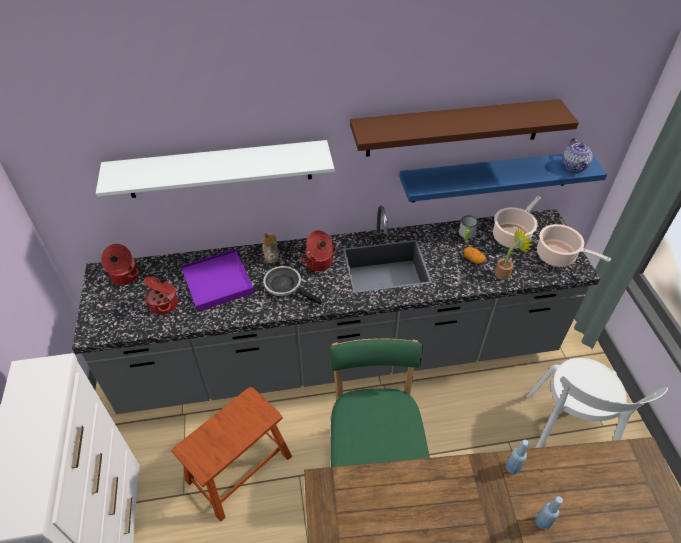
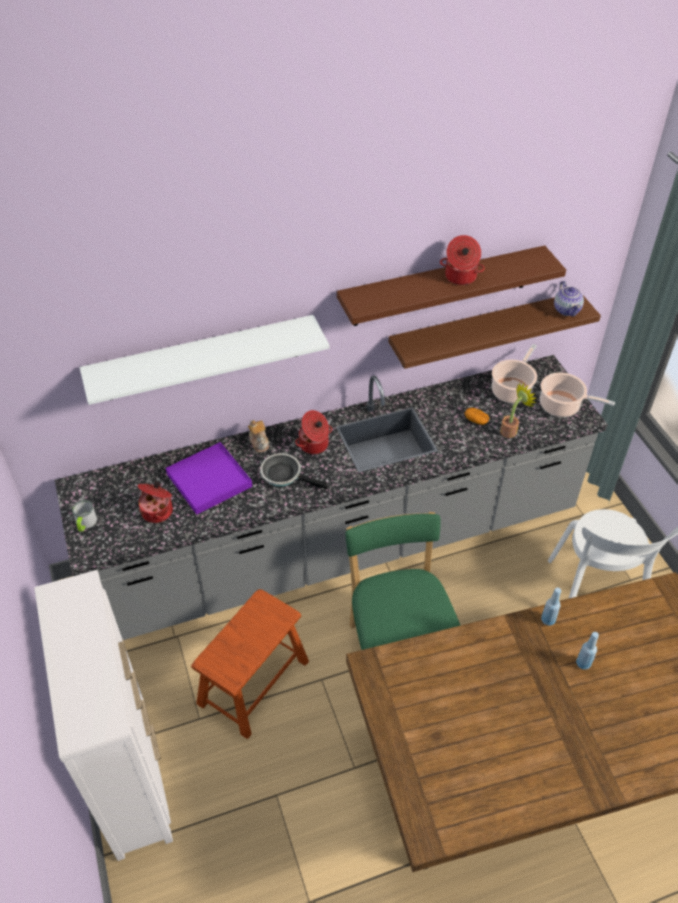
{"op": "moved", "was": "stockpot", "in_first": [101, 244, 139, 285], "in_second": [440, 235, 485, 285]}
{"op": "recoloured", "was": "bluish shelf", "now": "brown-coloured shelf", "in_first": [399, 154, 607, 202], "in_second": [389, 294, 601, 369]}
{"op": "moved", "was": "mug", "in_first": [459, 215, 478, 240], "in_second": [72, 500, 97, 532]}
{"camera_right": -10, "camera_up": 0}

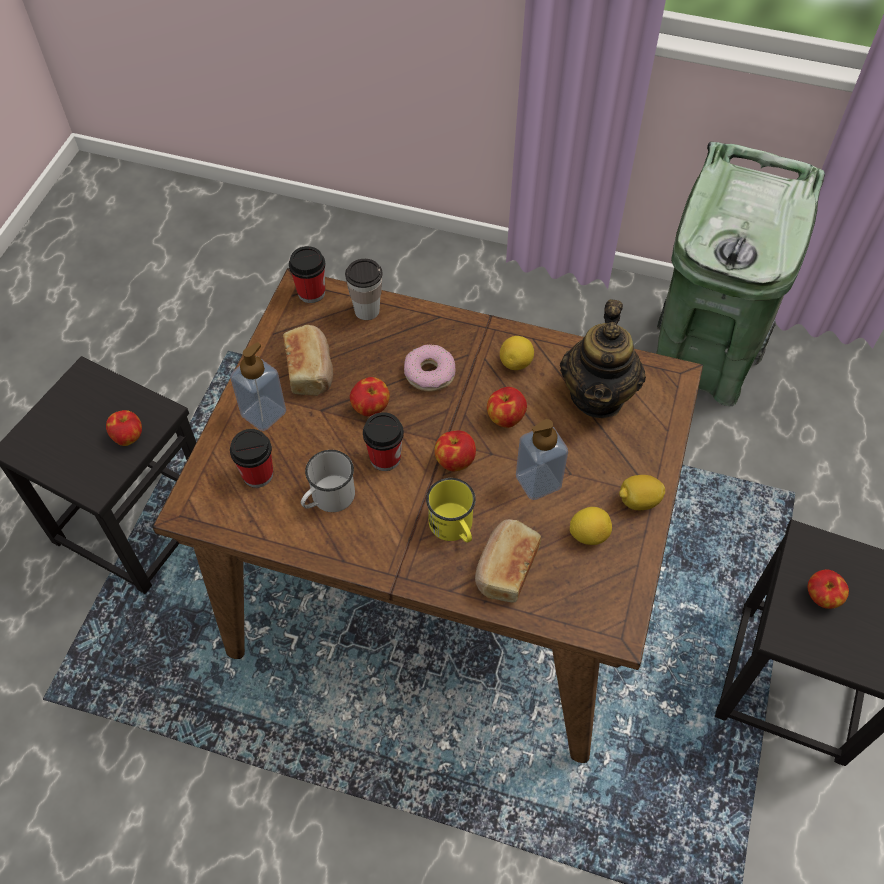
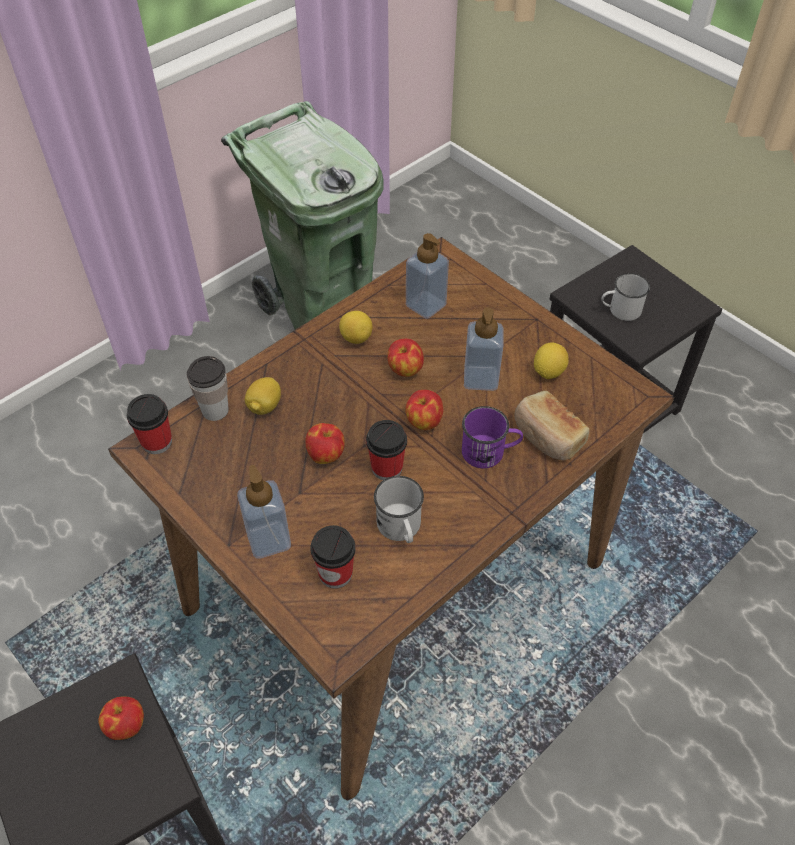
{"op": "removed", "was": "baked bread", "in_first": [283, 325, 333, 396]}
{"op": "removed", "was": "doughnut", "in_first": [404, 344, 455, 391]}
{"op": "recoloured", "was": "yellow mug", "now": "purple mug", "in_first": [426, 478, 476, 543], "in_second": [462, 406, 523, 468]}
{"op": "replaced", "was": "tea pot", "now": "liquid soap bottle", "in_first": [560, 299, 646, 418], "in_second": [406, 233, 449, 319]}
{"op": "moved", "was": "whole lemon", "in_first": [619, 475, 665, 510], "in_second": [245, 377, 281, 415]}
{"op": "replaced", "was": "whole apple", "now": "white-coloured mug", "in_first": [807, 569, 849, 609], "in_second": [601, 273, 650, 321]}
{"camera_right": -60, "camera_up": -5}

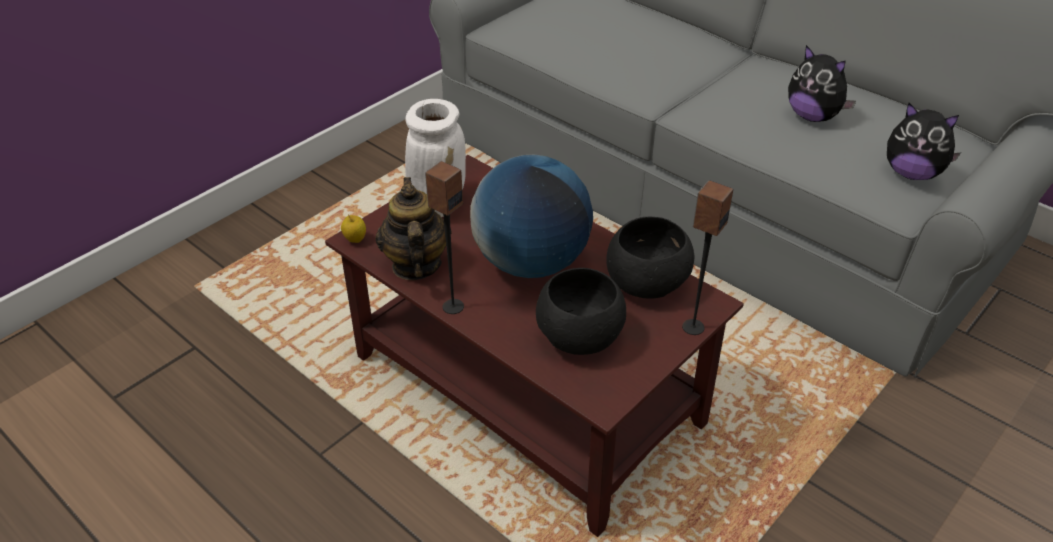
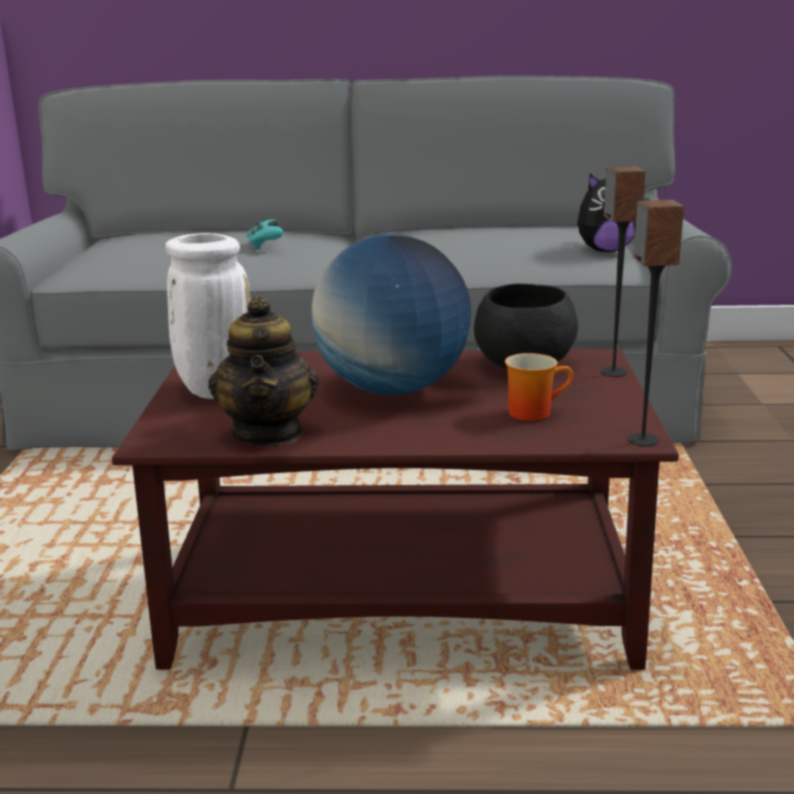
{"op": "removed", "was": "whole apple", "in_first": [341, 214, 366, 243]}
{"op": "turned", "was": "tea pot", "in_first": [375, 177, 452, 280], "in_second": [208, 295, 319, 446], "clockwise": -135}
{"op": "moved", "was": "speaker", "in_first": [425, 161, 464, 314], "in_second": [627, 200, 684, 447]}
{"op": "replaced", "was": "blackish deep dish", "now": "mug", "in_first": [536, 268, 626, 355], "in_second": [505, 353, 573, 421]}
{"op": "removed", "was": "plush toy", "in_first": [788, 45, 856, 122]}
{"op": "added", "now": "turquoise-coloured game controller", "in_second": [247, 219, 283, 249]}
{"camera_right": -40, "camera_up": -20}

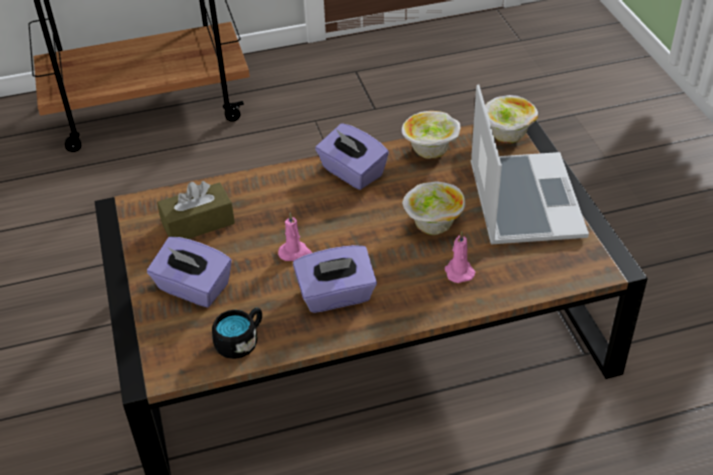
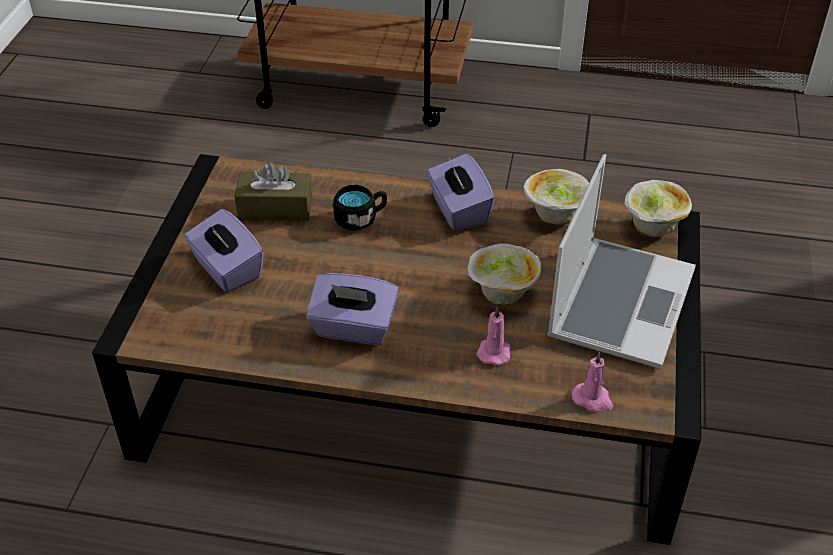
{"op": "moved", "was": "blackish mug", "in_first": [212, 308, 262, 359], "in_second": [333, 185, 387, 230]}
{"op": "moved", "was": "pink-coloured wax light", "in_first": [278, 212, 312, 261], "in_second": [572, 352, 613, 411]}
{"camera_right": 25, "camera_up": 0}

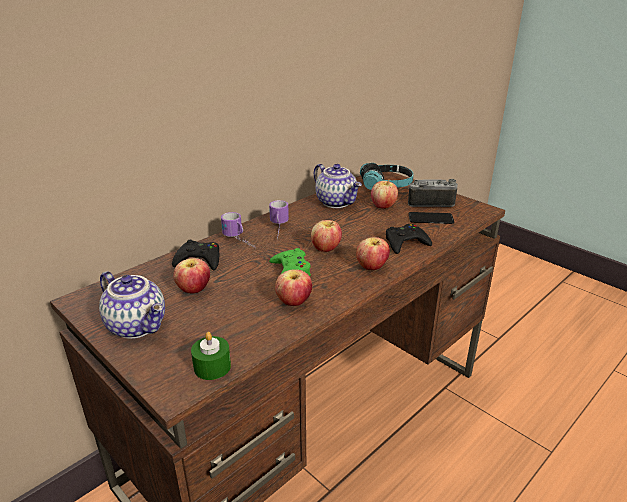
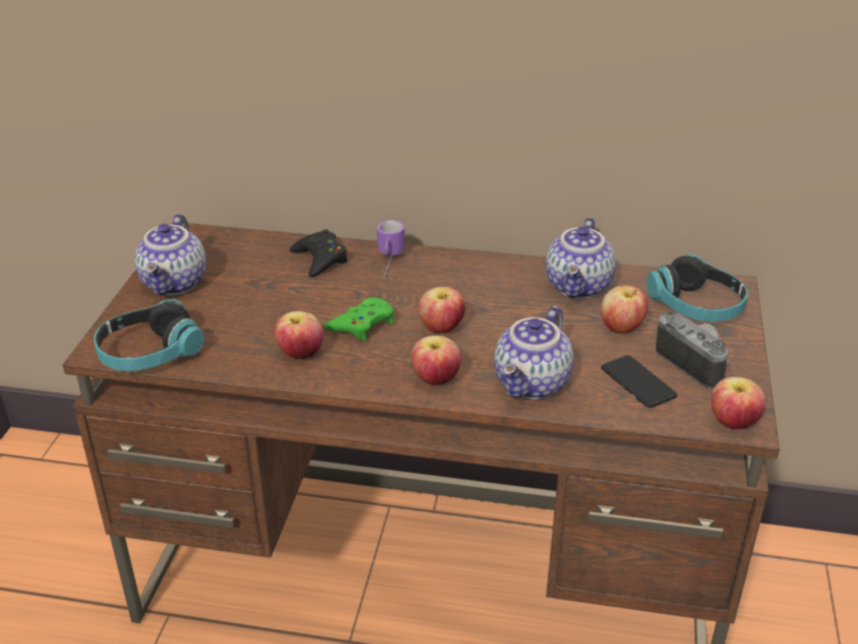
{"op": "moved", "was": "whole apple", "in_first": [173, 258, 210, 293], "in_second": [711, 377, 766, 429]}
{"op": "replaced", "was": "green-coloured wax light", "now": "headphones", "in_first": [191, 332, 231, 380], "in_second": [94, 299, 204, 371]}
{"op": "removed", "was": "mug", "in_first": [269, 200, 289, 240]}
{"op": "replaced", "was": "blackish game controller", "now": "tea pot", "in_first": [386, 224, 432, 254], "in_second": [494, 306, 574, 399]}
{"camera_right": 55, "camera_up": 5}

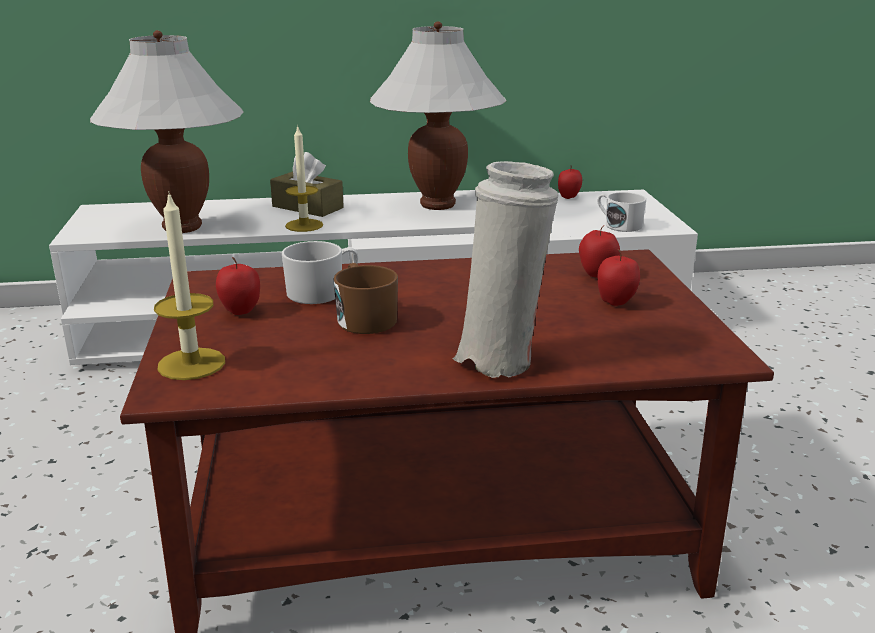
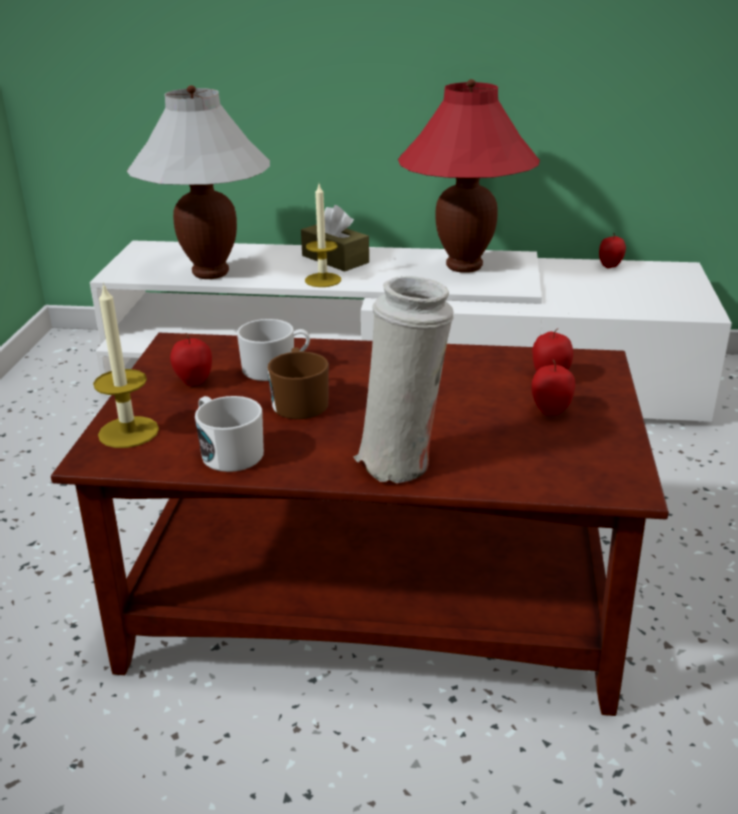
{"op": "recoloured", "was": "white-coloured tabletop lamp", "now": "red-coloured tabletop lamp", "in_first": [370, 21, 506, 210], "in_second": [398, 79, 540, 273]}
{"op": "moved", "was": "white-coloured mug", "in_first": [598, 192, 646, 232], "in_second": [195, 396, 264, 472]}
{"camera_right": 15, "camera_up": 5}

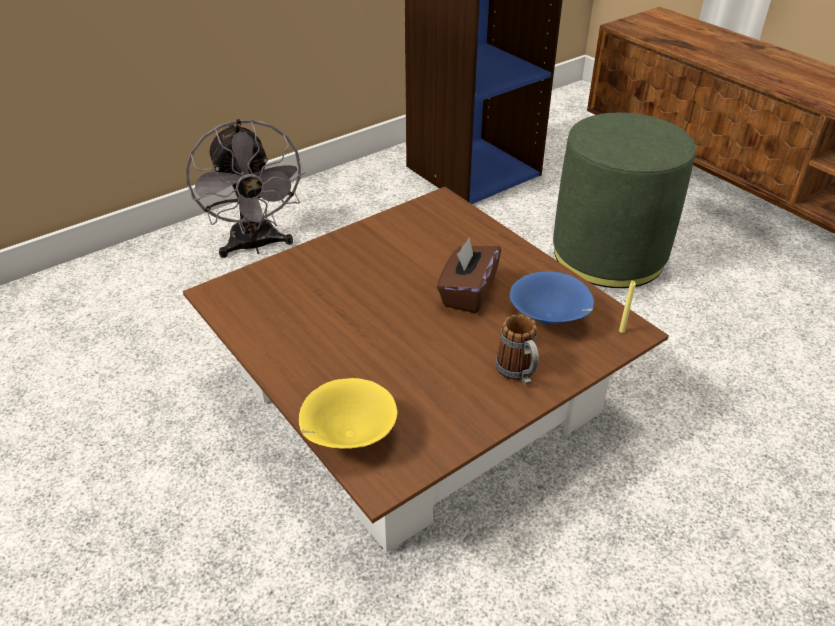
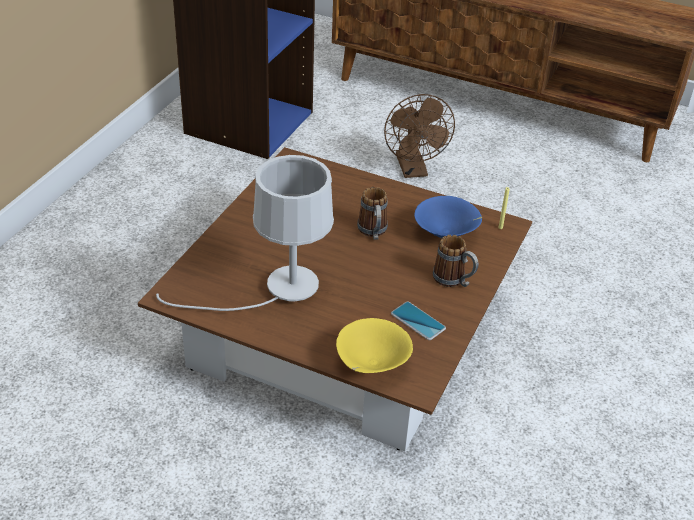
{"op": "removed", "was": "grey cooling fan", "in_first": [186, 119, 305, 258]}
{"op": "replaced", "was": "brown-coloured tissue holder", "now": "mug", "in_first": [437, 238, 501, 313], "in_second": [357, 187, 388, 240]}
{"op": "replaced", "was": "green-coloured pouffe", "now": "brown-coloured cooling fan", "in_first": [553, 113, 696, 288], "in_second": [384, 94, 455, 178]}
{"op": "added", "now": "white-coloured tabletop lamp", "in_second": [156, 155, 334, 311]}
{"op": "added", "now": "phone", "in_second": [391, 302, 446, 340]}
{"camera_right": -30, "camera_up": 0}

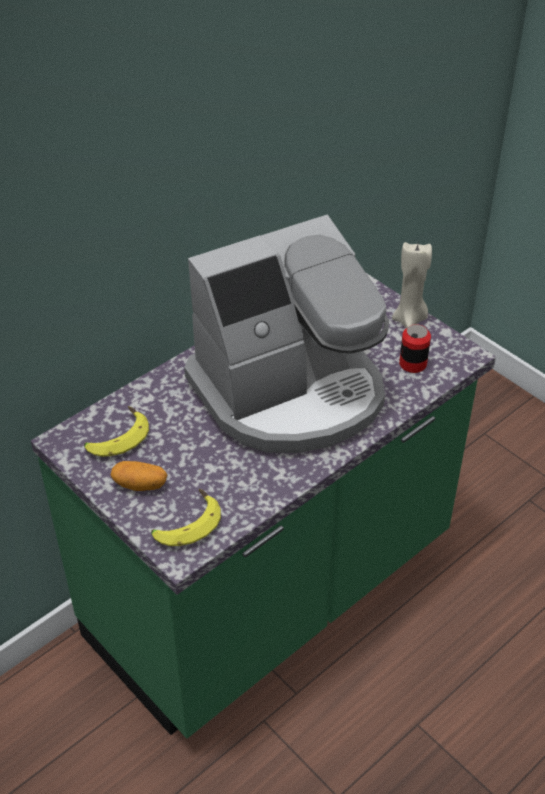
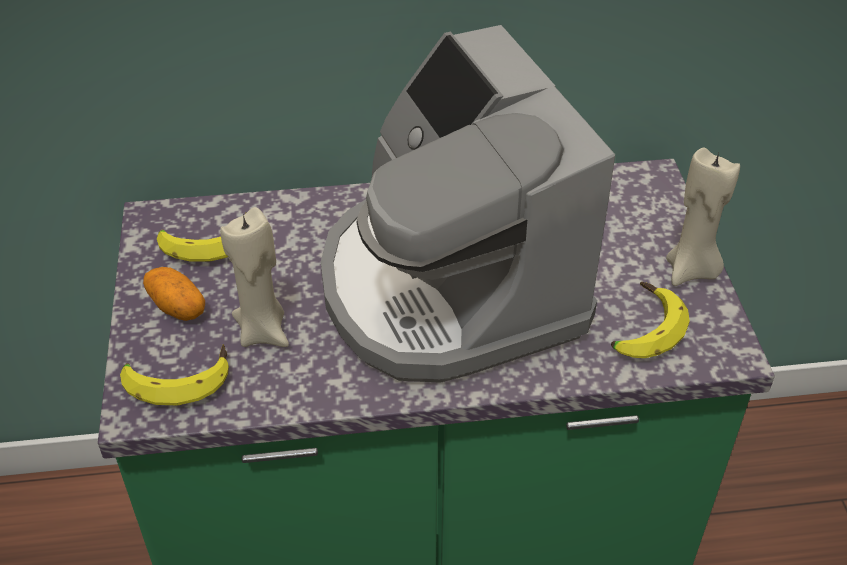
{"op": "turned", "was": "coffee brewer", "in_first": [184, 215, 389, 453], "in_second": [321, 25, 615, 383], "clockwise": 60}
{"op": "replaced", "was": "sealed can", "now": "banana fruit", "in_first": [399, 324, 431, 373], "in_second": [611, 282, 690, 358]}
{"op": "added", "now": "beige wax light", "in_second": [220, 207, 289, 347]}
{"camera_right": 35, "camera_up": 0}

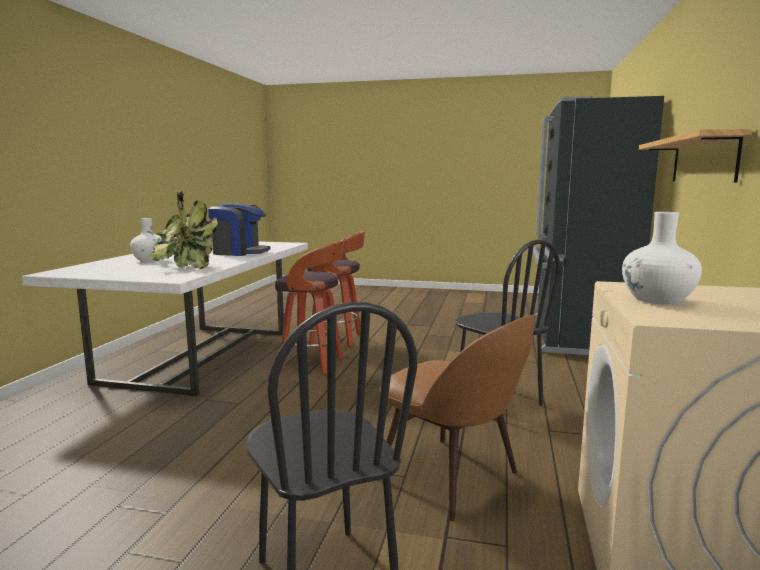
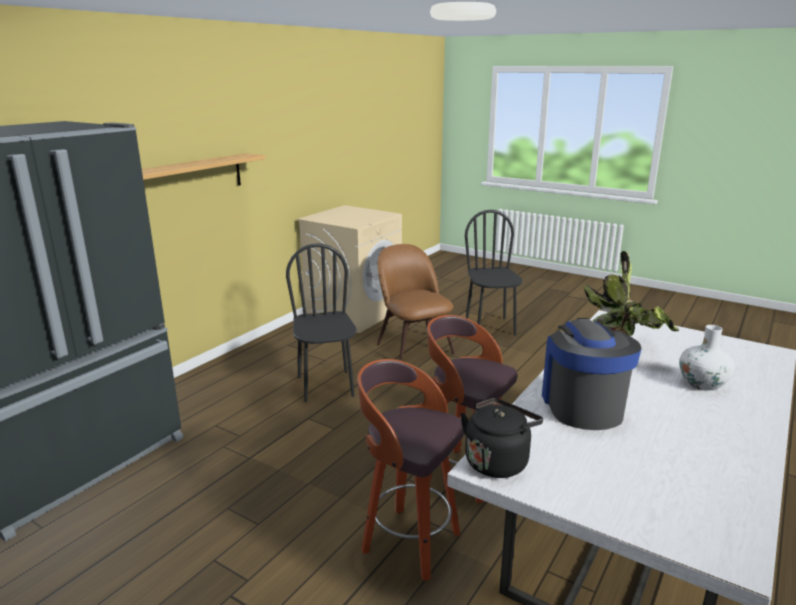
{"op": "turned", "was": "coffee brewer", "in_first": [208, 203, 271, 256], "in_second": [542, 318, 642, 430], "clockwise": 60}
{"op": "removed", "was": "white-coloured decorative vase", "in_first": [622, 212, 702, 305]}
{"op": "added", "now": "blackish kettle", "in_second": [460, 398, 543, 478]}
{"camera_right": -160, "camera_up": 10}

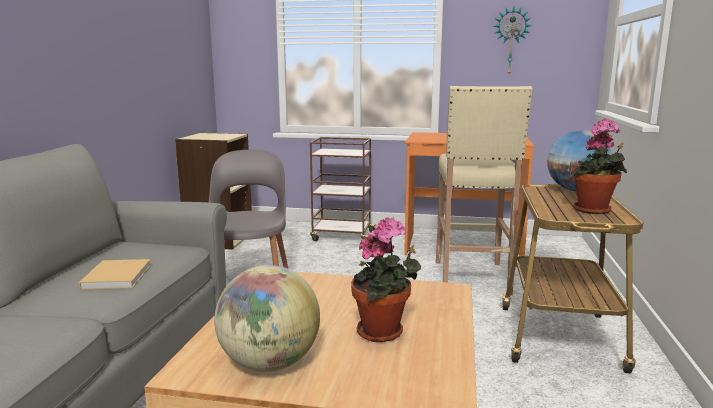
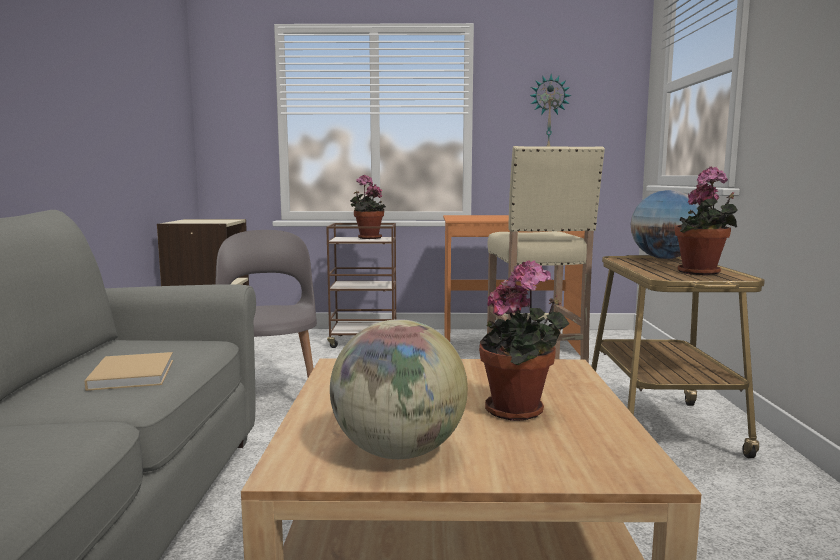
{"op": "added", "now": "potted plant", "in_second": [350, 175, 386, 239]}
{"camera_right": -10, "camera_up": -5}

